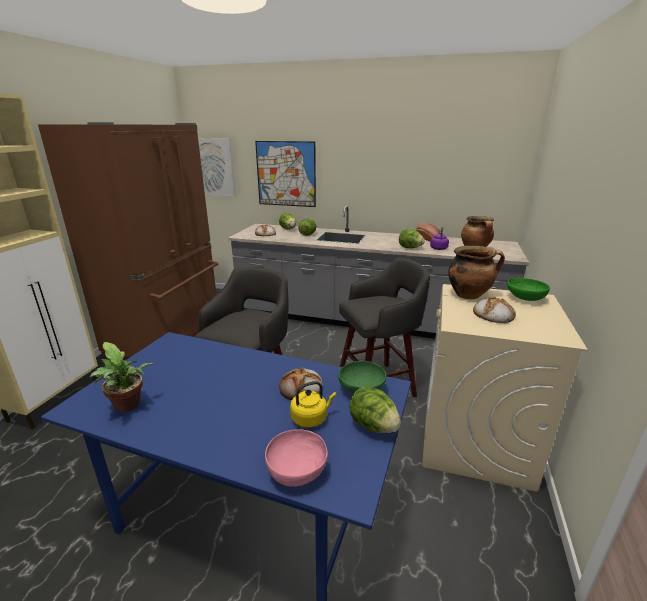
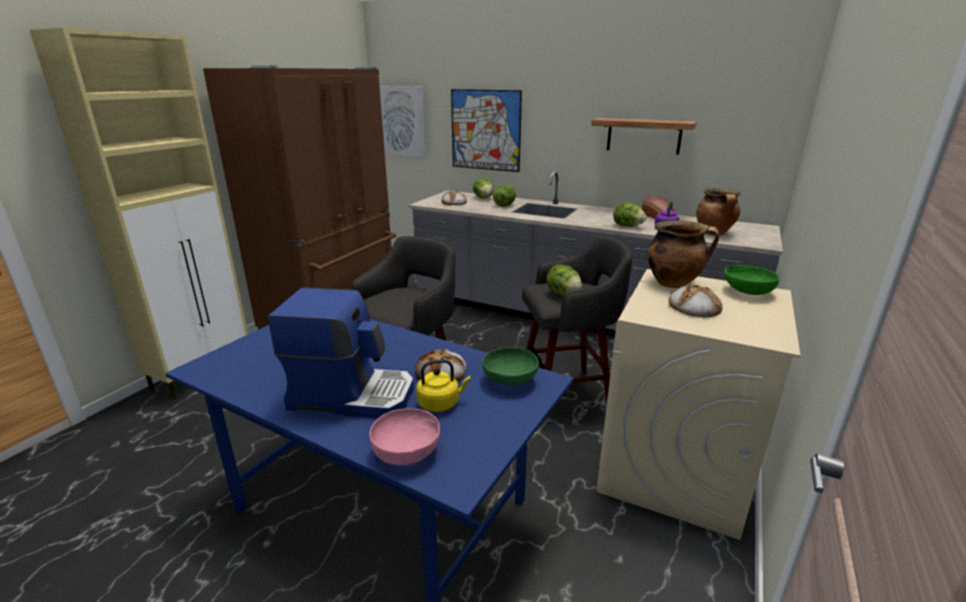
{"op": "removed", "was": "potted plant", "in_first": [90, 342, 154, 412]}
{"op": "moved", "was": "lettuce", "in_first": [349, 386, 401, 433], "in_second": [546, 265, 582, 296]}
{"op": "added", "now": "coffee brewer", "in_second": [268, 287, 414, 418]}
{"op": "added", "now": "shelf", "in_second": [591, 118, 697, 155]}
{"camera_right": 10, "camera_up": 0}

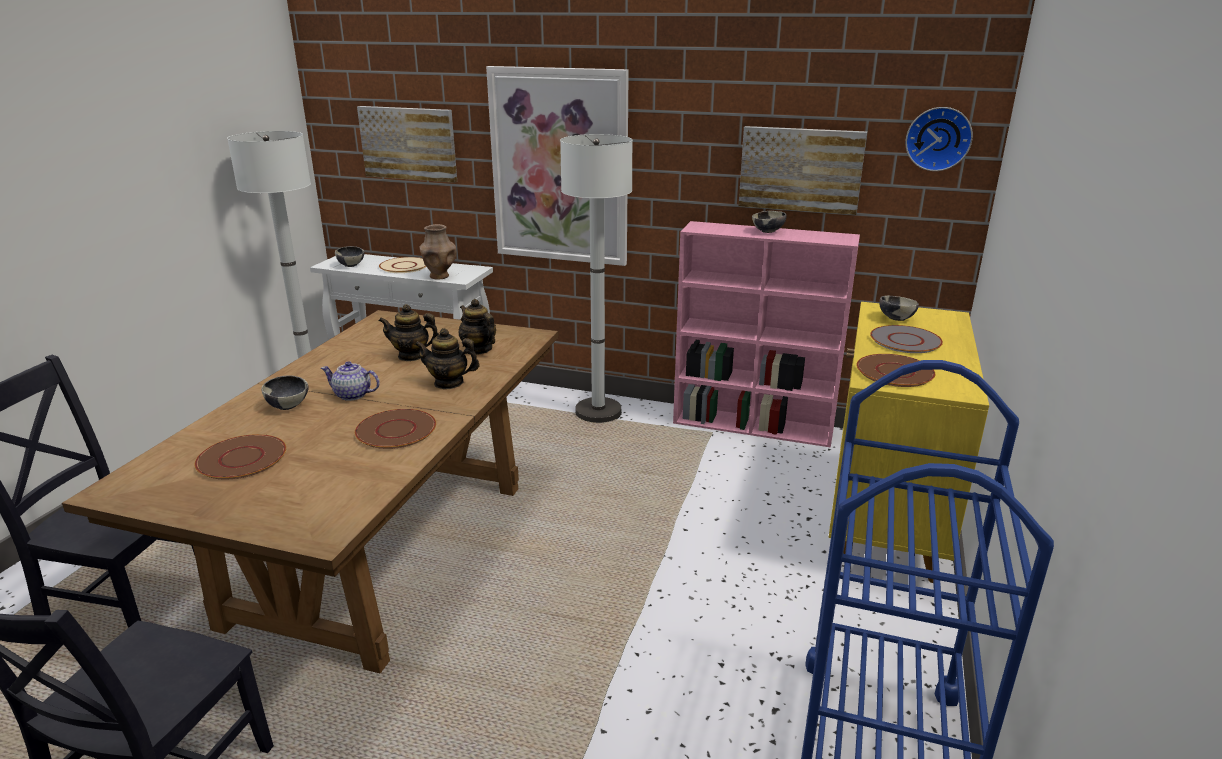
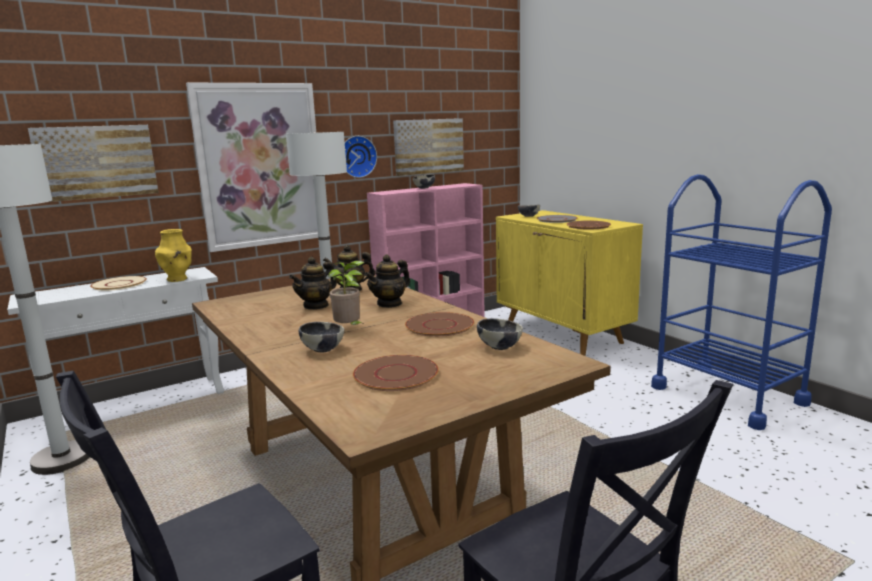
{"op": "replaced", "was": "tea pot", "now": "potted plant", "in_first": [321, 361, 380, 401], "in_second": [328, 261, 364, 325]}
{"op": "moved", "was": "deep dish", "in_first": [335, 246, 365, 267], "in_second": [477, 318, 523, 350]}
{"op": "recoloured", "was": "brown-coloured decorative vase", "now": "yellow decorative vase", "in_first": [420, 224, 456, 279], "in_second": [155, 229, 192, 282]}
{"op": "moved", "was": "clock on the wall", "in_first": [905, 107, 973, 171], "in_second": [345, 136, 377, 178]}
{"camera_right": -50, "camera_up": -10}

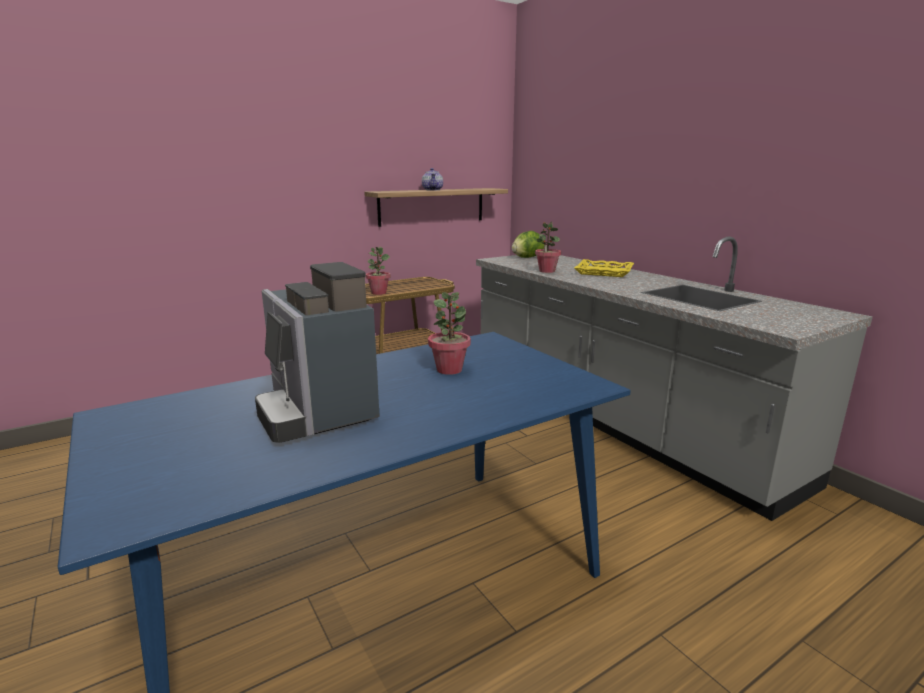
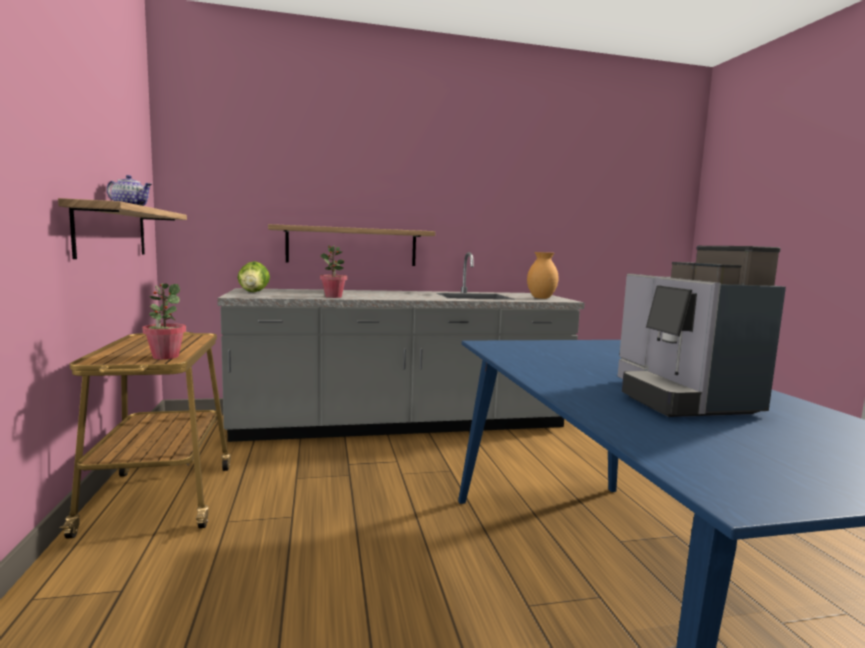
{"op": "turned", "was": "coffee brewer", "in_first": [255, 262, 380, 443], "in_second": [617, 246, 786, 417], "clockwise": 90}
{"op": "removed", "was": "potted plant", "in_first": [428, 292, 471, 375]}
{"op": "removed", "was": "yellow tray", "in_first": [574, 259, 634, 277]}
{"op": "added", "now": "shelf", "in_second": [268, 224, 435, 266]}
{"op": "added", "now": "brown-coloured decorative vase", "in_second": [527, 252, 559, 299]}
{"camera_right": -70, "camera_up": -10}

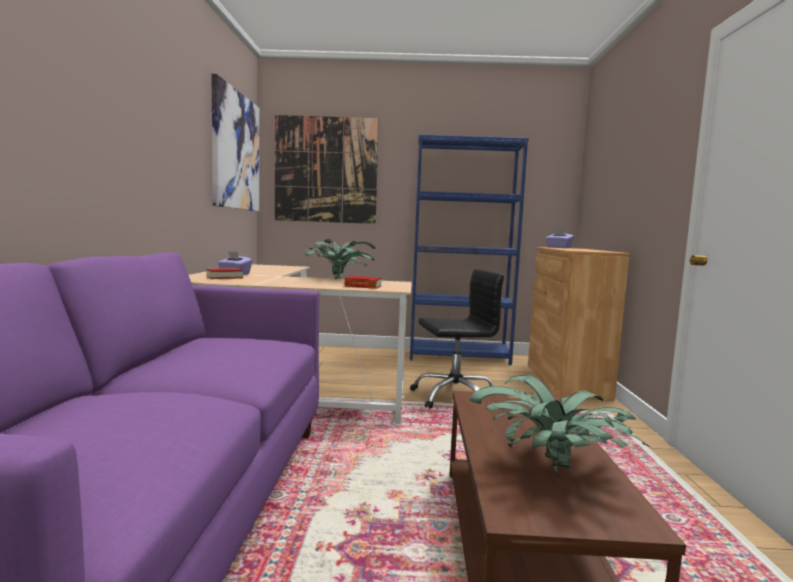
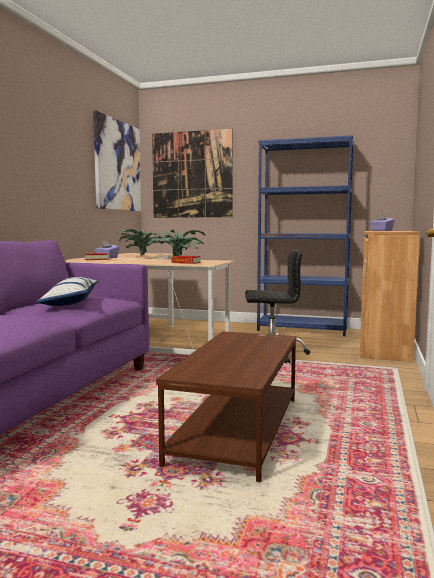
{"op": "moved", "was": "potted plant", "in_first": [470, 375, 650, 477], "in_second": [116, 229, 166, 257]}
{"op": "added", "now": "cushion", "in_second": [36, 277, 98, 306]}
{"camera_right": 15, "camera_up": 0}

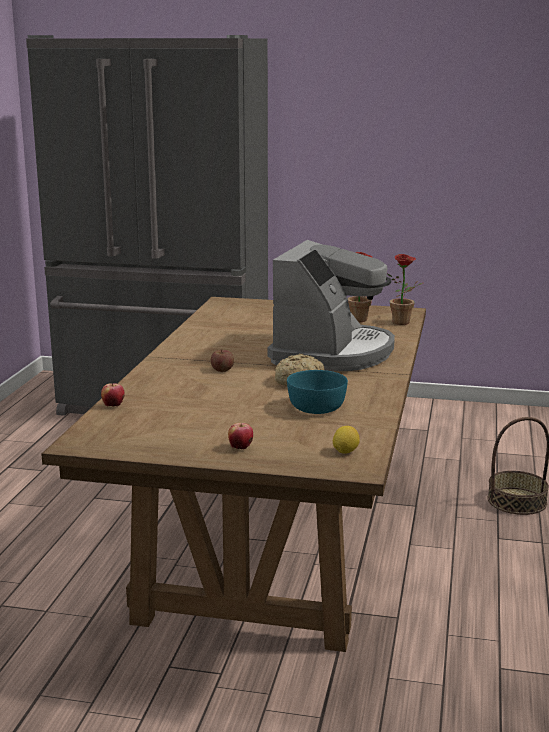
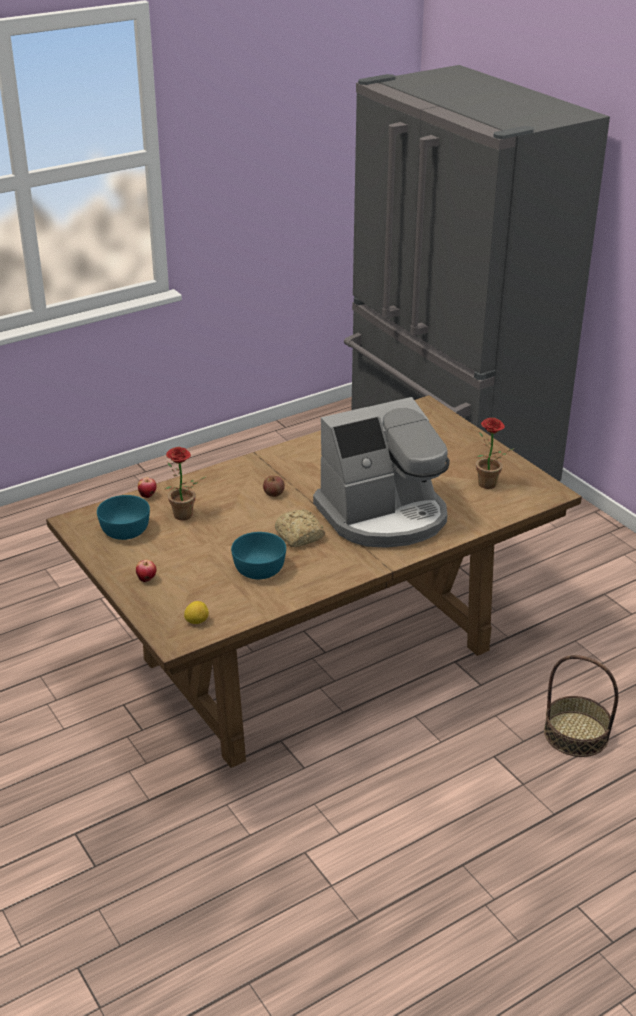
{"op": "moved", "was": "potted plant", "in_first": [387, 254, 423, 325], "in_second": [164, 447, 207, 520]}
{"op": "added", "now": "turquoise-coloured deep dish", "in_second": [97, 495, 150, 540]}
{"camera_right": 45, "camera_up": 15}

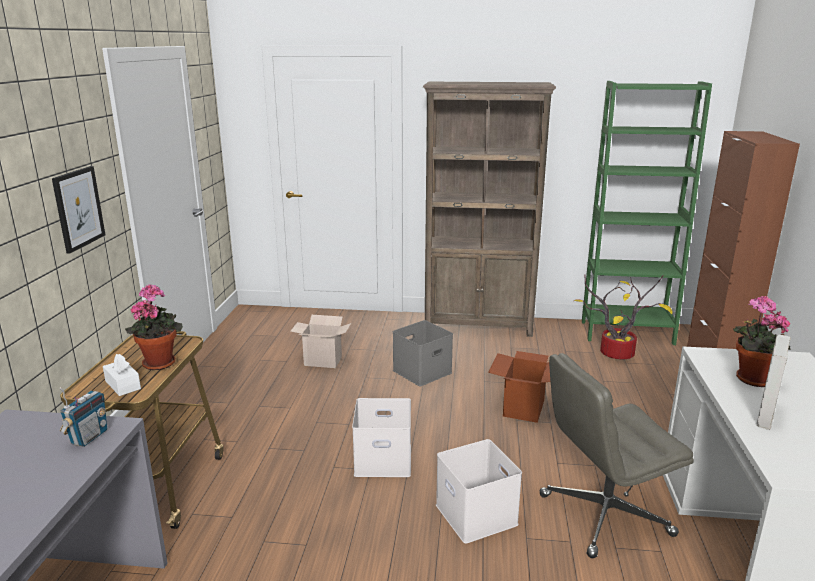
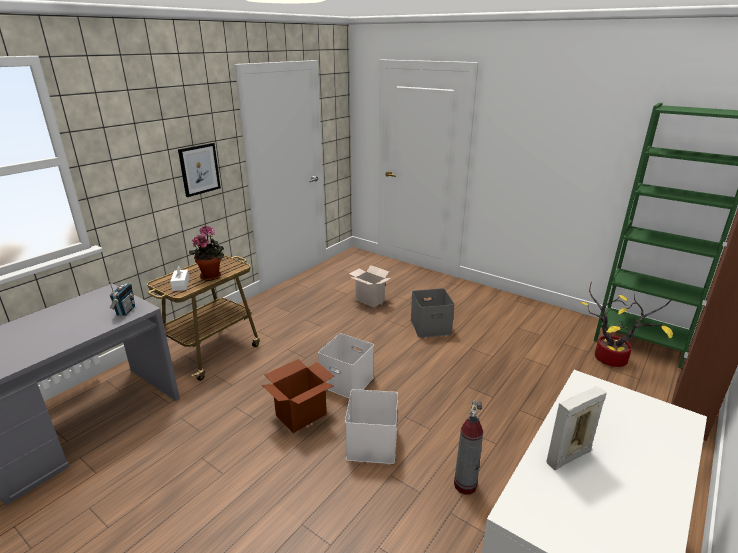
{"op": "turned", "was": "radio", "in_first": [59, 387, 107, 447], "in_second": [108, 281, 135, 316], "clockwise": -45}
{"op": "removed", "was": "brown-coloured bookcase", "in_first": [423, 82, 556, 337]}
{"op": "moved", "was": "packing box", "in_first": [488, 351, 550, 423], "in_second": [262, 359, 334, 433]}
{"op": "replaced", "was": "grey office chair", "now": "extinguisher", "in_first": [540, 353, 694, 558], "in_second": [454, 400, 483, 495]}
{"op": "removed", "was": "potted plant", "in_first": [733, 296, 791, 387]}
{"camera_right": 30, "camera_up": 5}

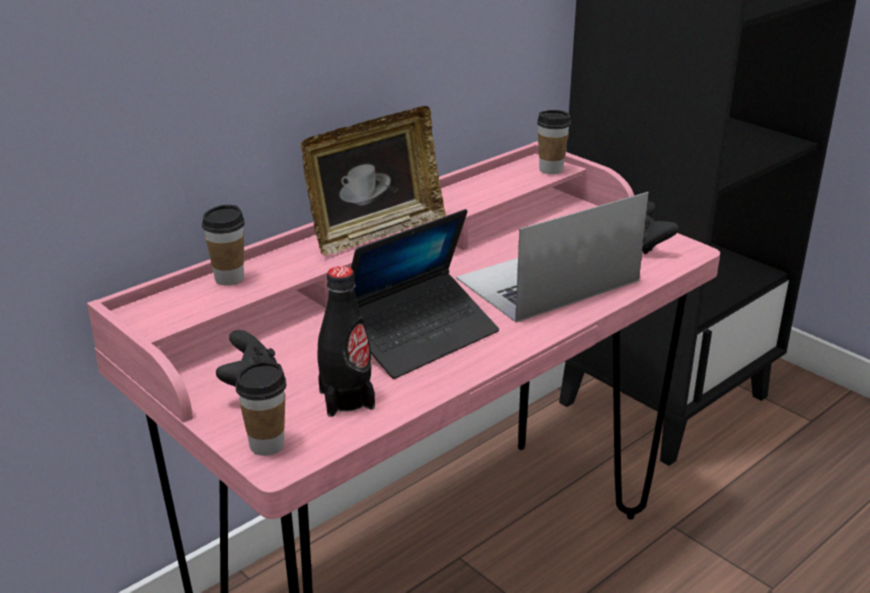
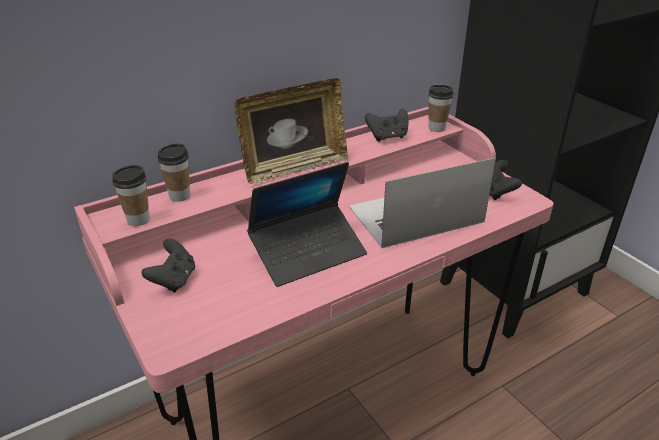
{"op": "moved", "was": "drinking cup", "in_first": [235, 361, 286, 456], "in_second": [112, 165, 150, 226]}
{"op": "removed", "was": "blackish bottle", "in_first": [318, 266, 375, 417]}
{"op": "added", "now": "blackish game controller", "in_second": [365, 108, 409, 142]}
{"camera_right": 10, "camera_up": 5}

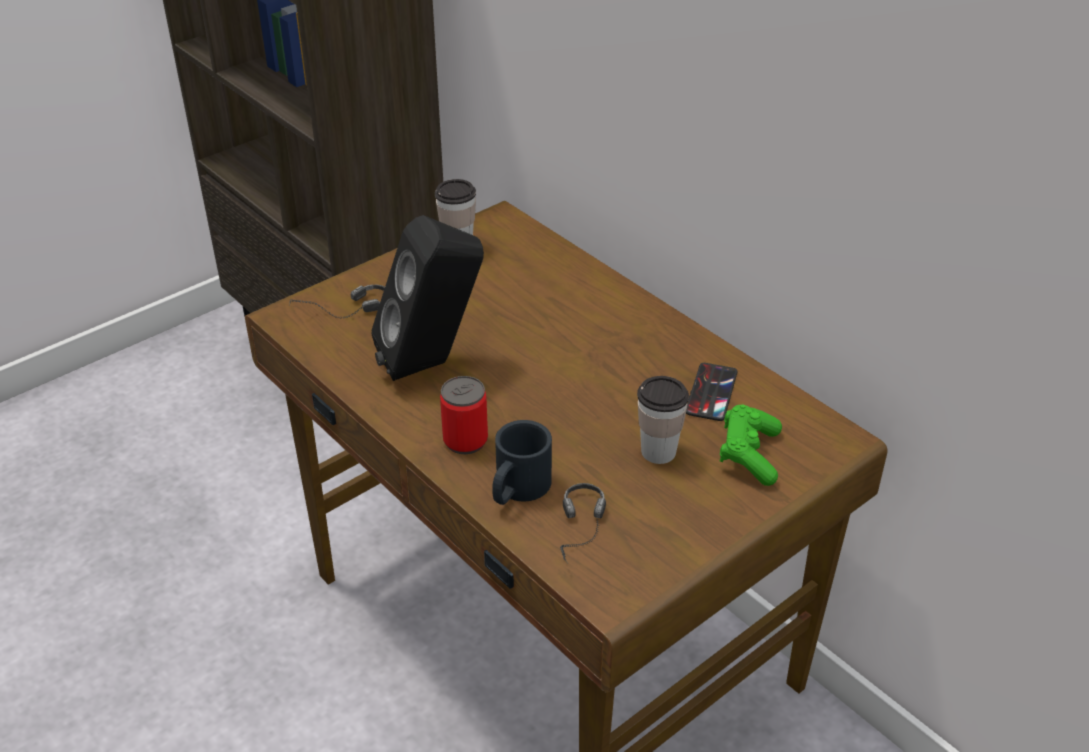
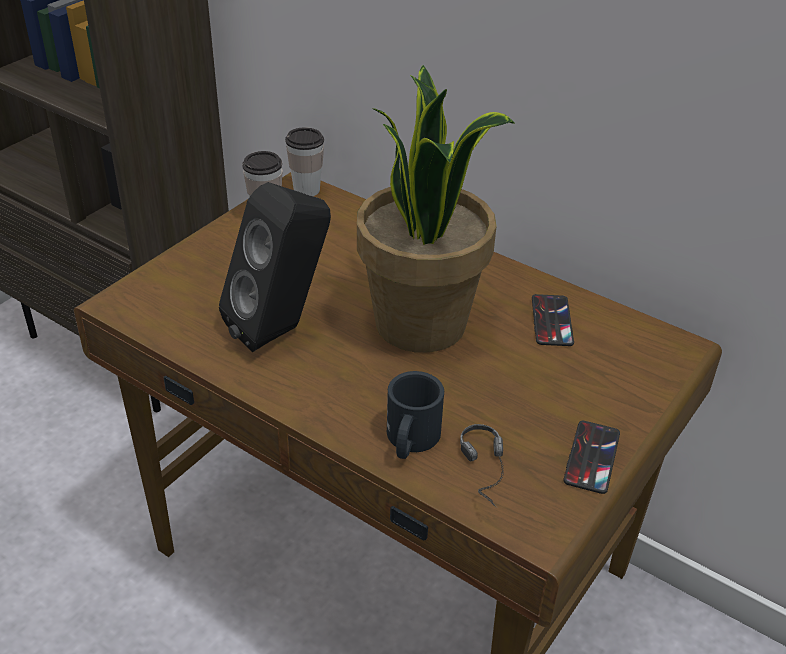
{"op": "removed", "was": "headphones", "in_first": [289, 285, 385, 319]}
{"op": "removed", "was": "sealed can", "in_first": [440, 376, 488, 454]}
{"op": "moved", "was": "drinking cup", "in_first": [637, 376, 689, 464], "in_second": [285, 127, 324, 196]}
{"op": "removed", "was": "green-coloured game controller", "in_first": [720, 404, 782, 486]}
{"op": "added", "now": "potted plant", "in_second": [357, 65, 515, 353]}
{"op": "added", "now": "phone", "in_second": [564, 421, 620, 494]}
{"camera_right": -15, "camera_up": 0}

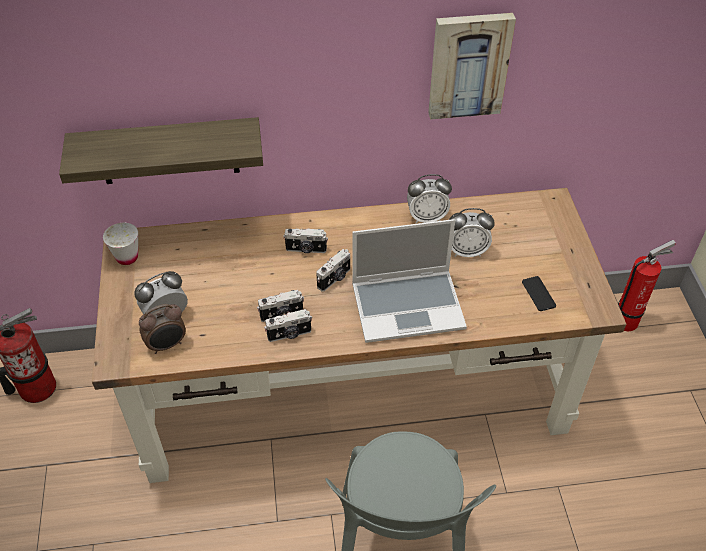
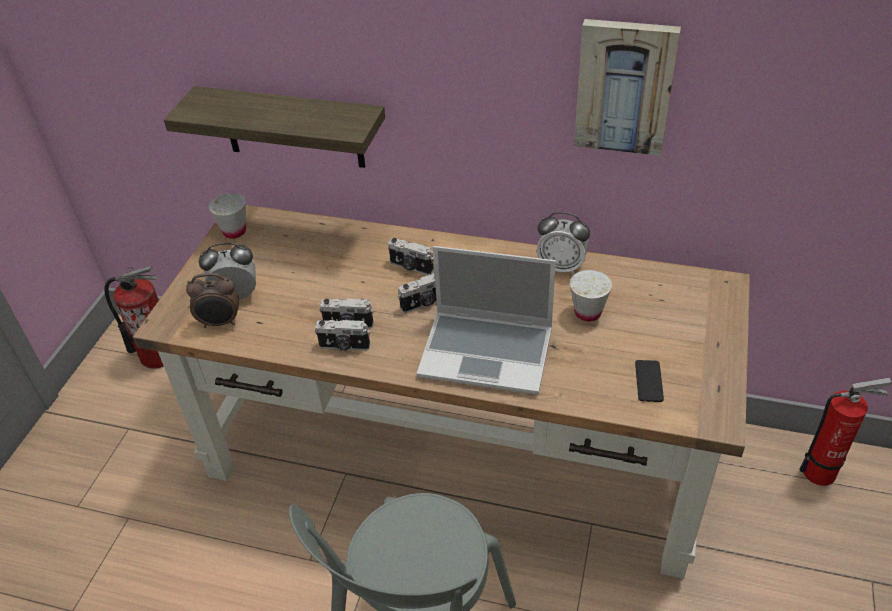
{"op": "replaced", "was": "bedside clock", "now": "white-coloured drinking cup", "in_first": [449, 208, 495, 257], "in_second": [570, 270, 612, 321]}
{"camera_right": 25, "camera_up": -5}

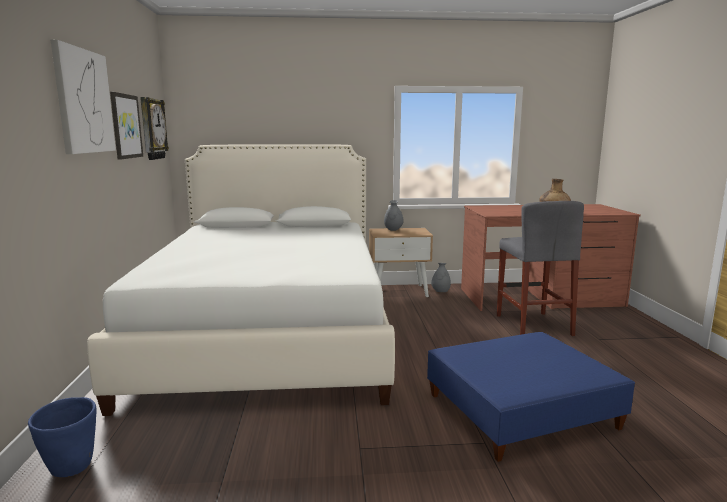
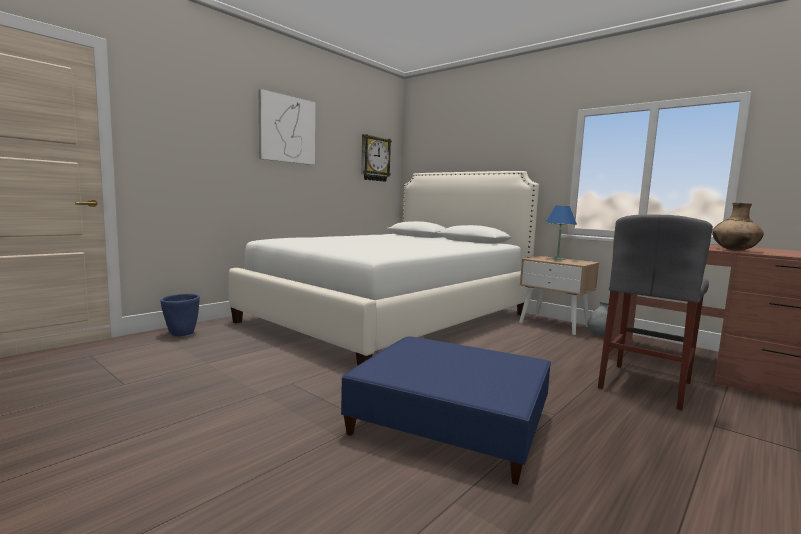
{"op": "removed", "was": "wall picture", "in_first": [110, 92, 143, 160]}
{"op": "replaced", "was": "grey decorative vase", "now": "bluish tabletop lamp", "in_first": [384, 200, 404, 231], "in_second": [545, 205, 577, 260]}
{"camera_right": 45, "camera_up": -5}

